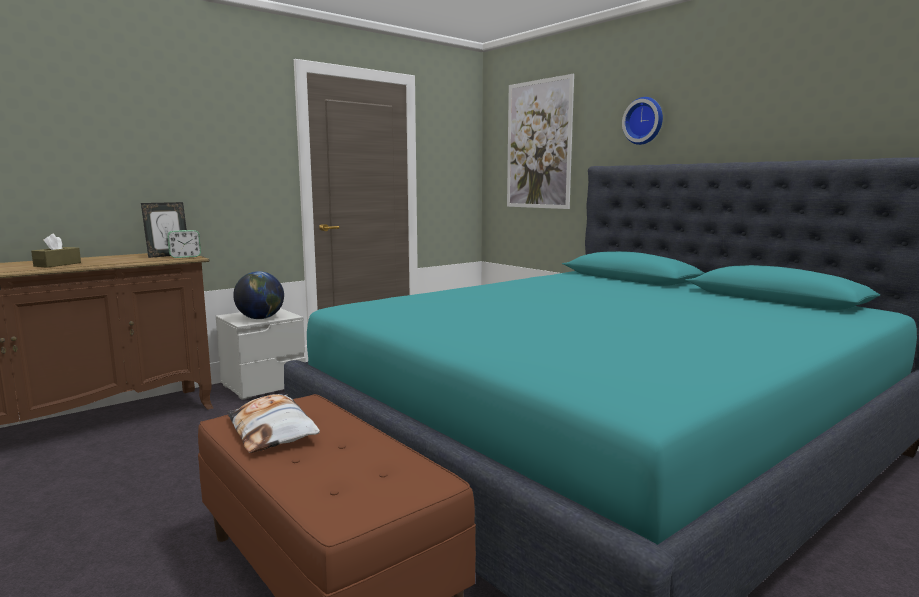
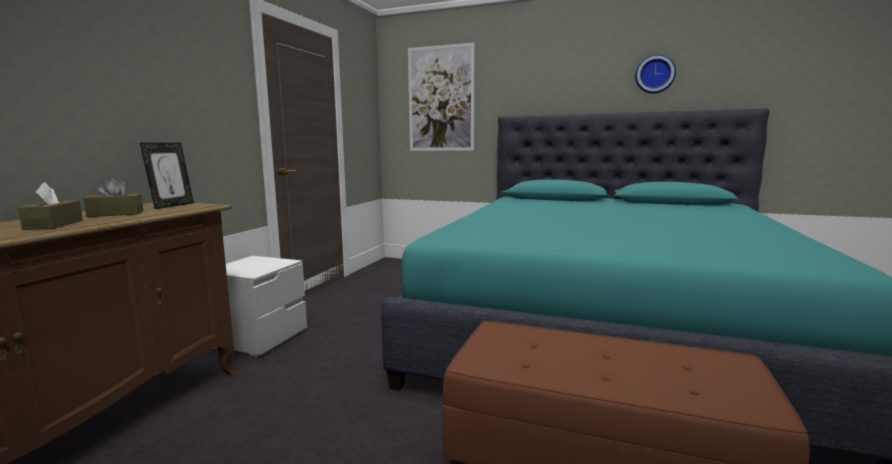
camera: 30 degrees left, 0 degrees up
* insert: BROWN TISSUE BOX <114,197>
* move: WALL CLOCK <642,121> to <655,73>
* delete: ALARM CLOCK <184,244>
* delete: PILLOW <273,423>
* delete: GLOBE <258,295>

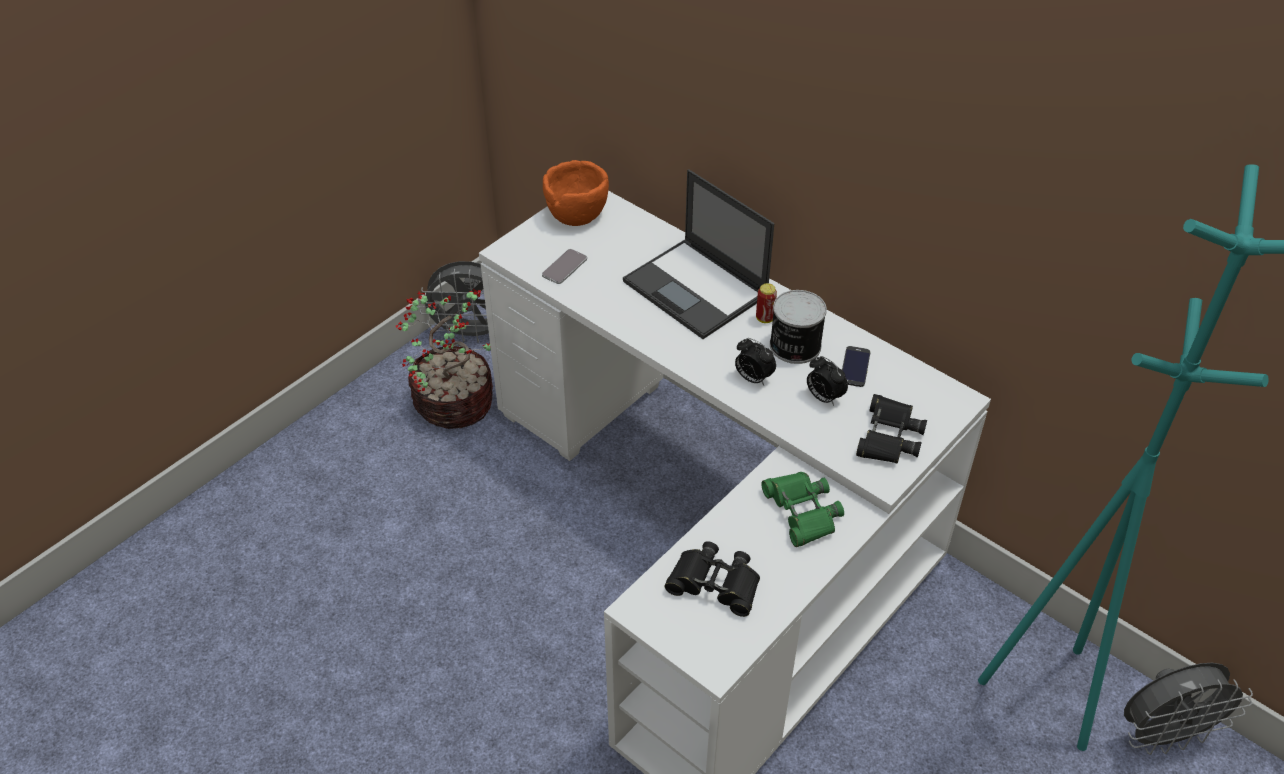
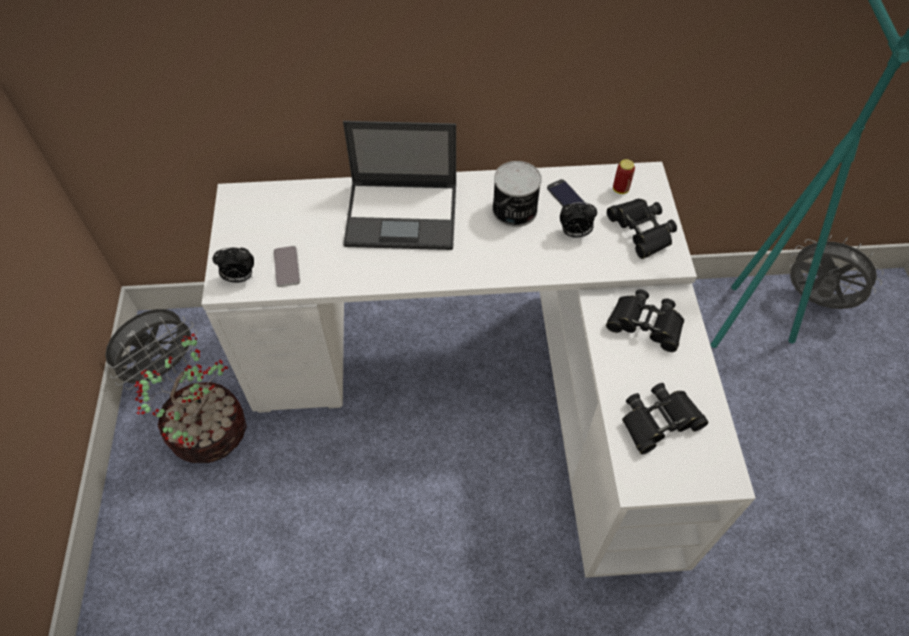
camera: 45 degrees left, 10 degrees up
* move: ALARM CLOCK <755,361> to <233,265>
* recolor: GREEN BINOCULARS <803,509> to BLACK BINOCULARS <645,320>
* move: CAN <766,303> to <624,176>
* rotate: GREY FAN <1188,709> = <837,272> 90 degrees counterclockwise
* delete: ORANGE BOWL <576,193>

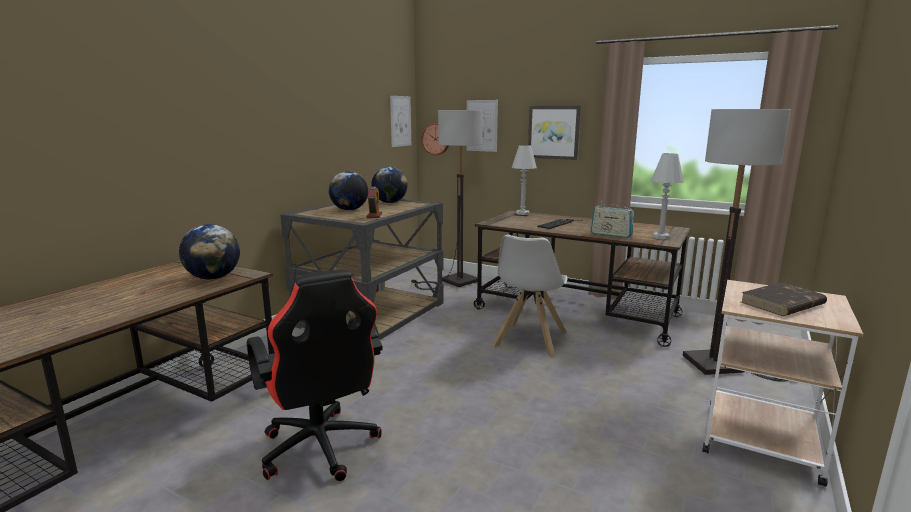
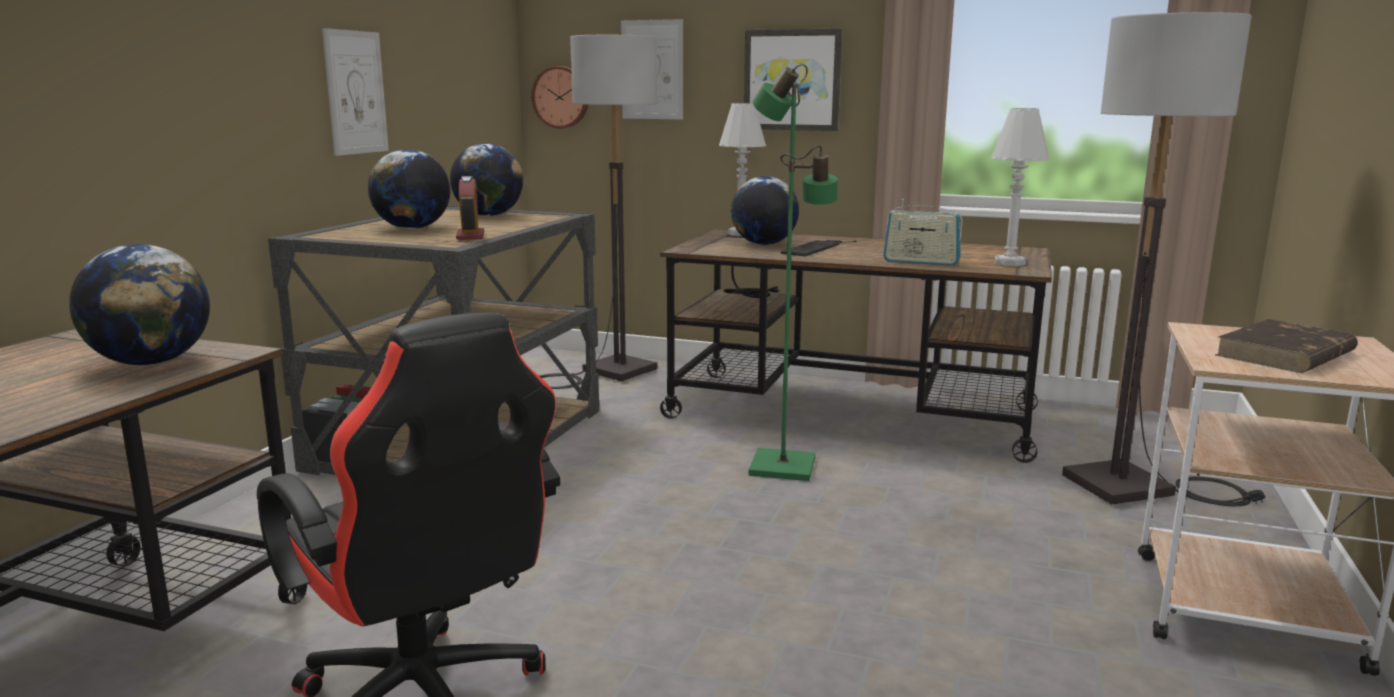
camera: 10 degrees left, 0 degrees up
* move: PICTURE <400,121> to <355,92>
* insert: GLOBE <765,210>
* replace: CHAIR <530,296> to GREEN FLOOR LAMP <793,272>

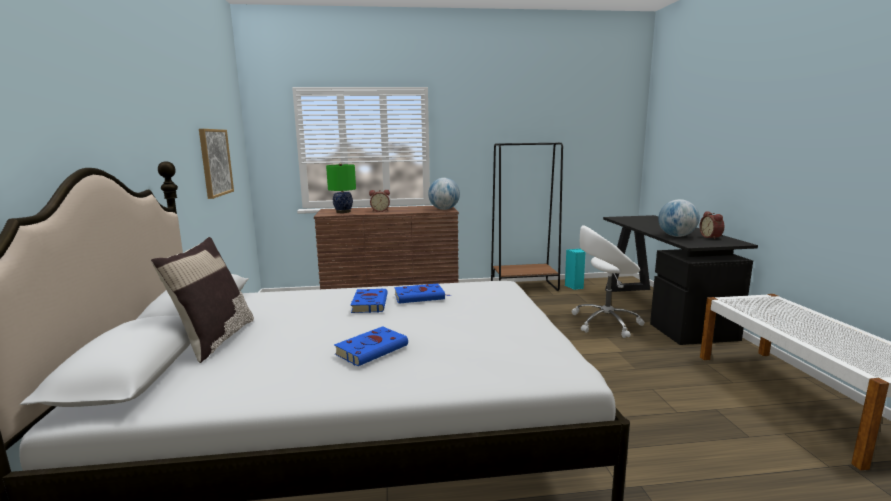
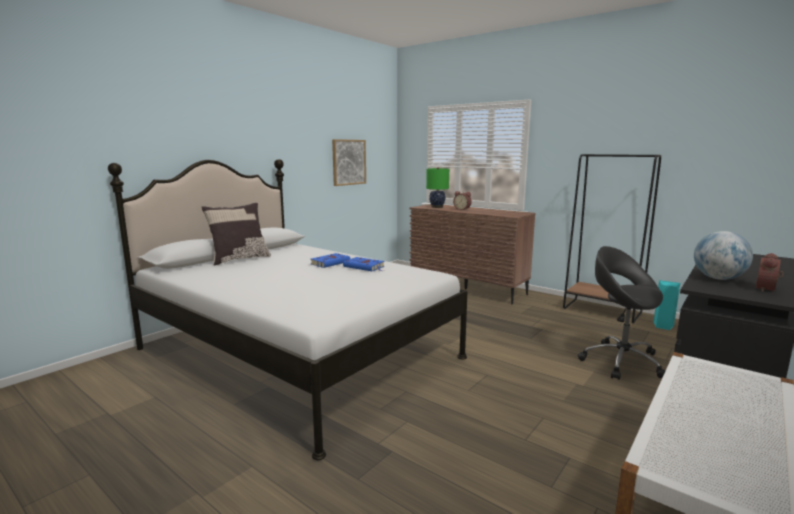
camera: 45 degrees right, 0 degrees up
* recolor: WHITE OFFICE CHAIR <608,281> to BLACK OFFICE CHAIR <621,313>
* delete: BLUE BOOK <371,346>
* delete: GLOBE <444,194>

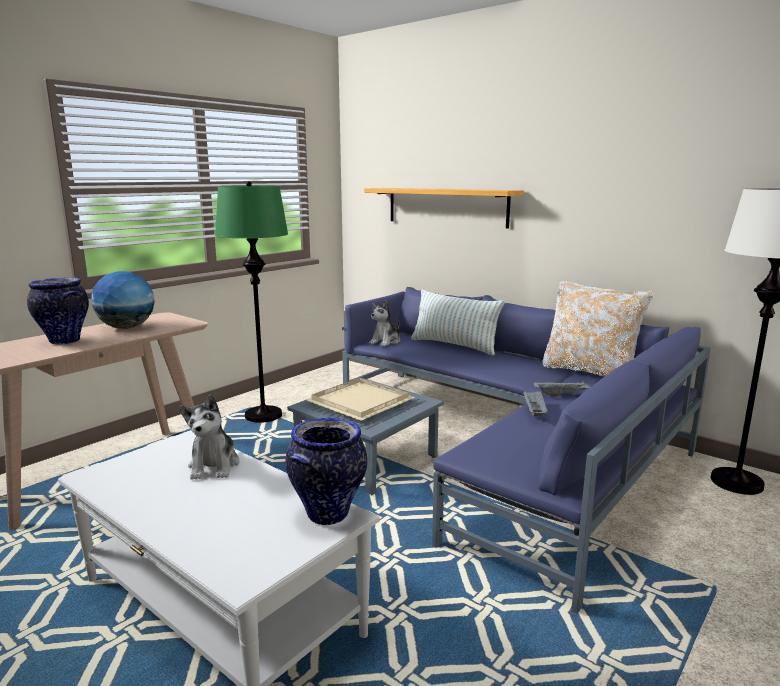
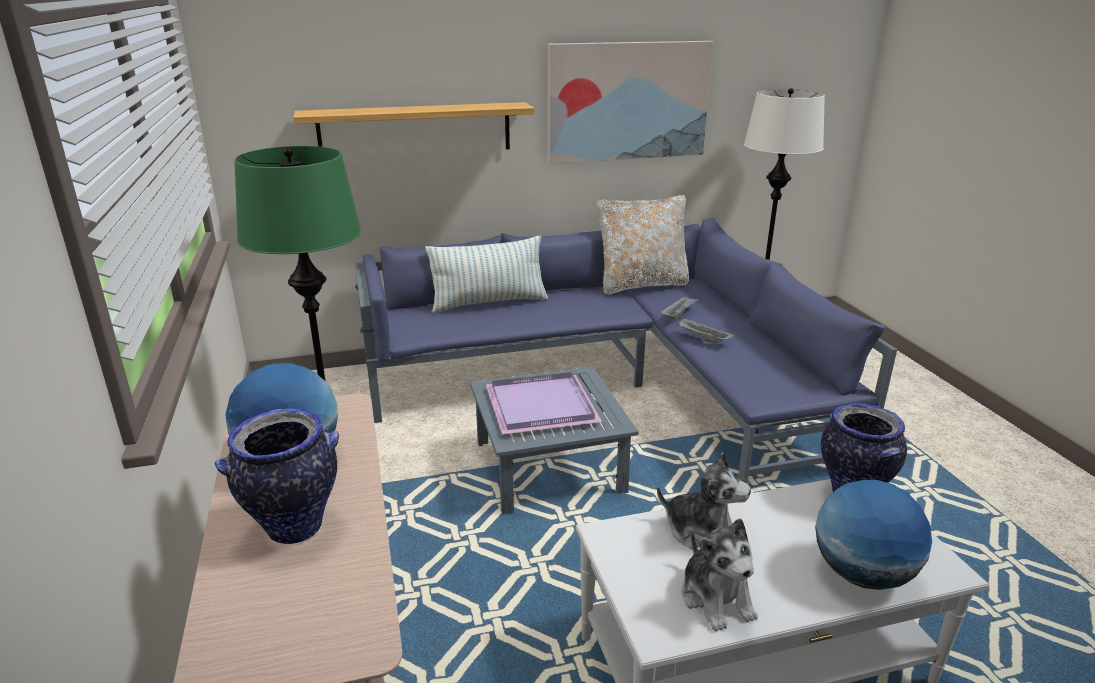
camera: 55 degrees left, 10 degrees up
* recolor: BEIGE TRAY <360,399> to PURPLE TRAY <544,403>
* insert: PICTURE <630,102>
* move: PLUSH TOY <384,323> to <719,575>
* insert: GLOBE <873,535>

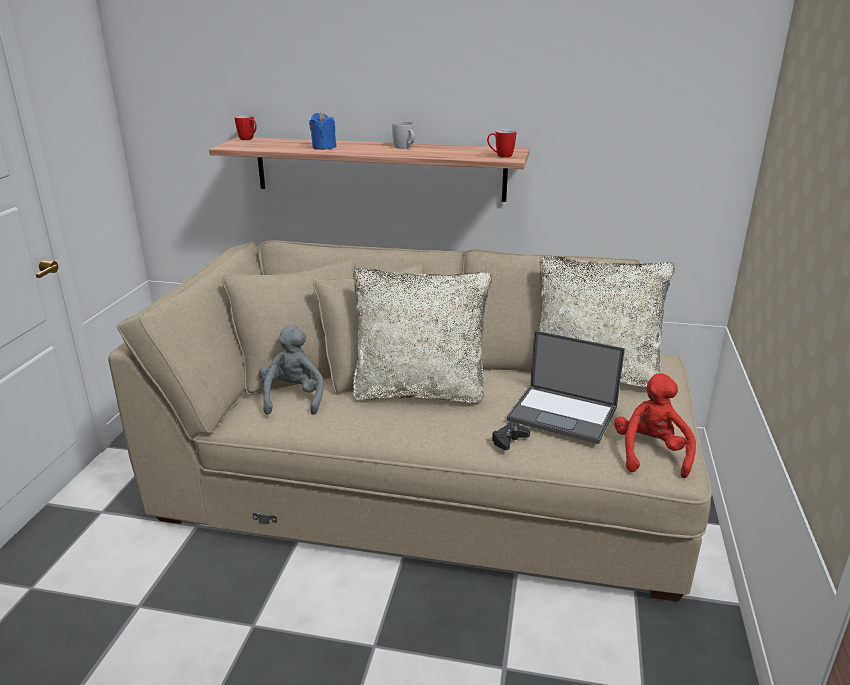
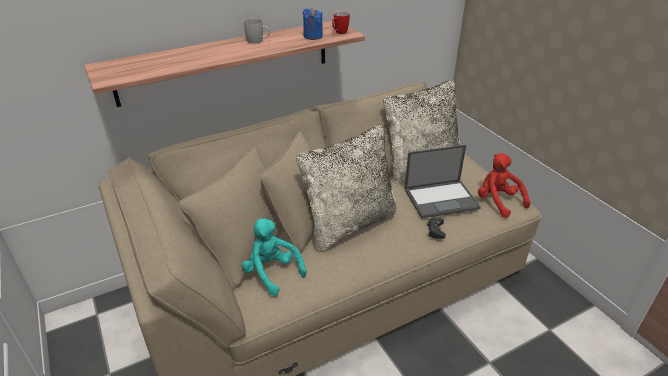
camera: 40 degrees left, 10 degrees up
* recolor: GREY PLUSH TOY <291,370> to TURQUOISE PLUSH TOY <274,257>
* move: BLUE CANDLE <322,131> to <313,24>
* delete: MUG <245,127>

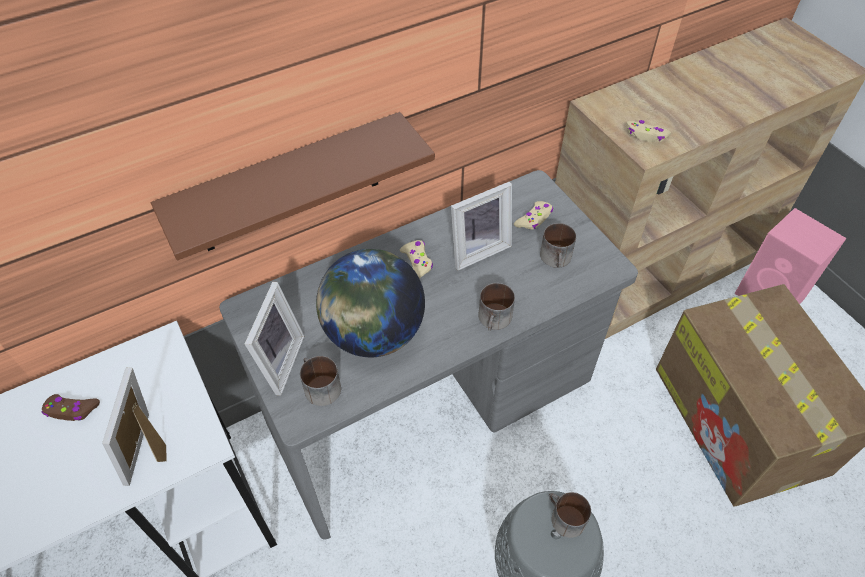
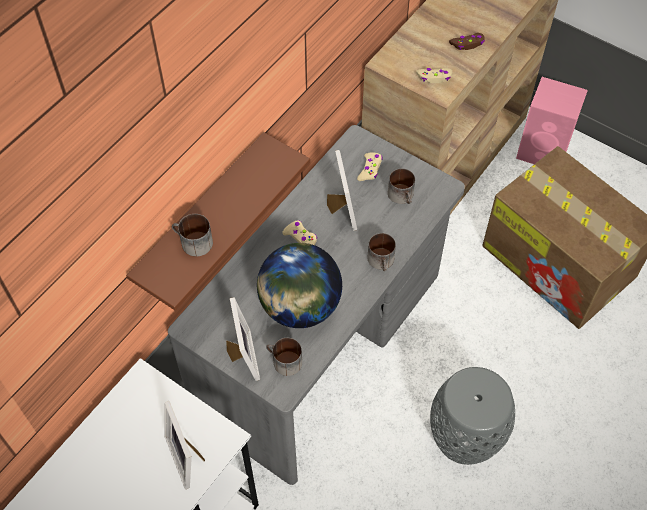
camera: 25 degrees left, 5 degrees up
* move: MUG <570,515> to <192,235>
* rotate: PICTURE FRAME <481,226> = <342,190> 45 degrees counterclockwise
* move: BROWN GAME CONTROLLER <71,407> to <467,41>

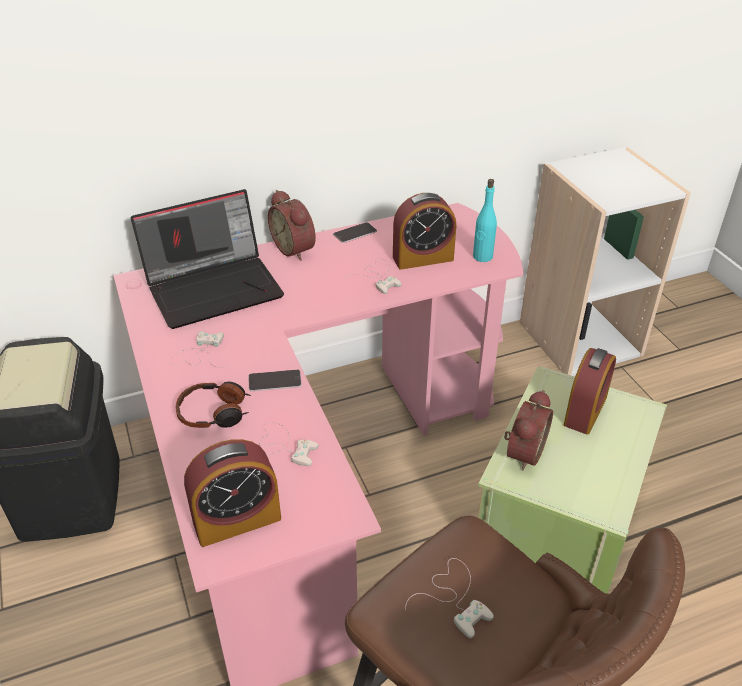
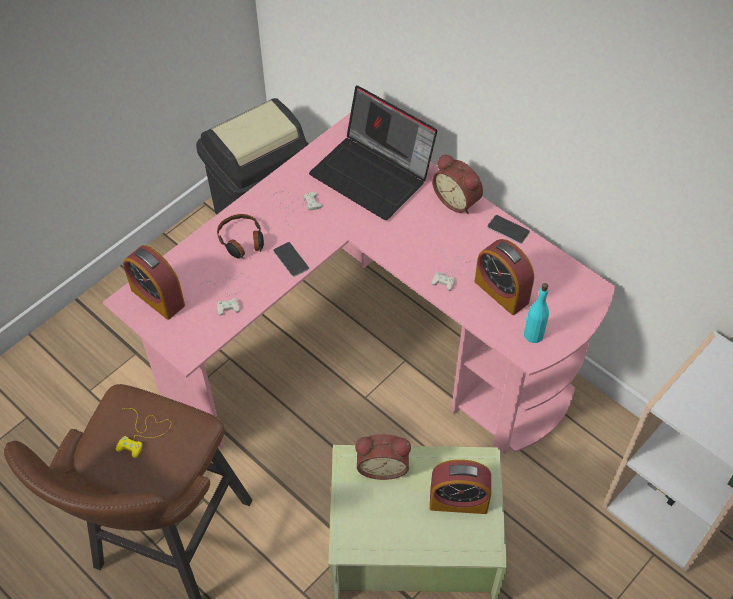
camera: 65 degrees right, 15 degrees up
* recolor: WHITE GAME CONTROLLER <449,598> to YELLOW GAME CONTROLLER <143,433>
* rotate: ALARM CLOCK <292,225> = <457,184> 75 degrees counterclockwise

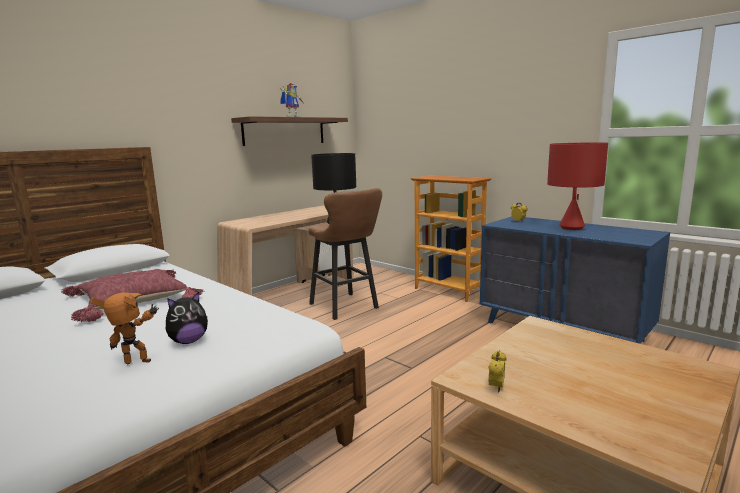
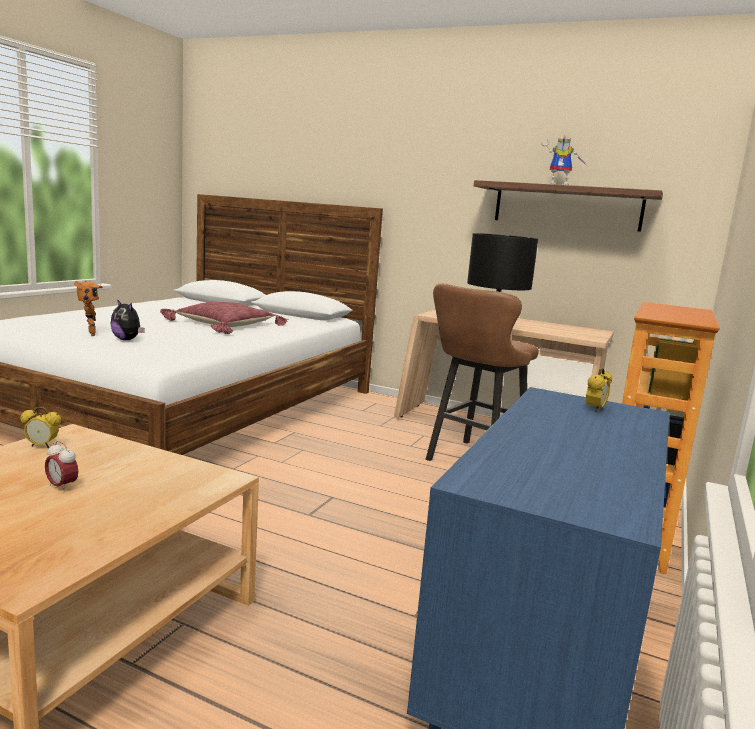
camera: 70 degrees right, 0 degrees up
* insert: ALARM CLOCK <61,467>
* delete: RED TABLE LAMP <577,186>

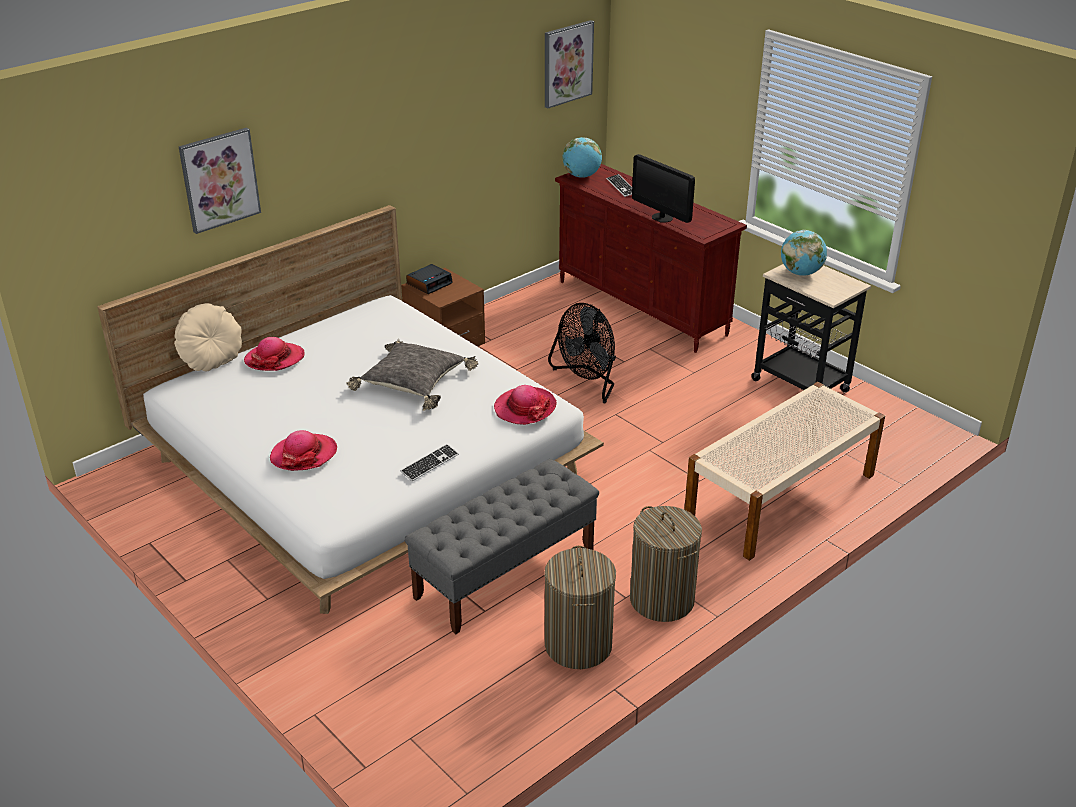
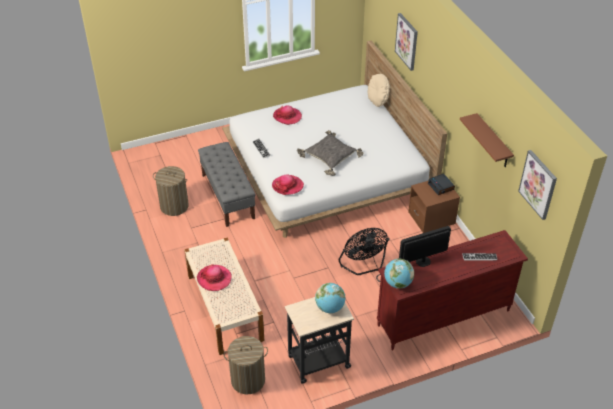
camera: 110 degrees right, 10 degrees up
* move: HAT <274,354> to <214,277>
* move: LAUNDRY BASKET <666,564> to <246,365>
* move: GLOBE <582,157> to <399,274>
* insert: BROWN SHELF <487,140>

